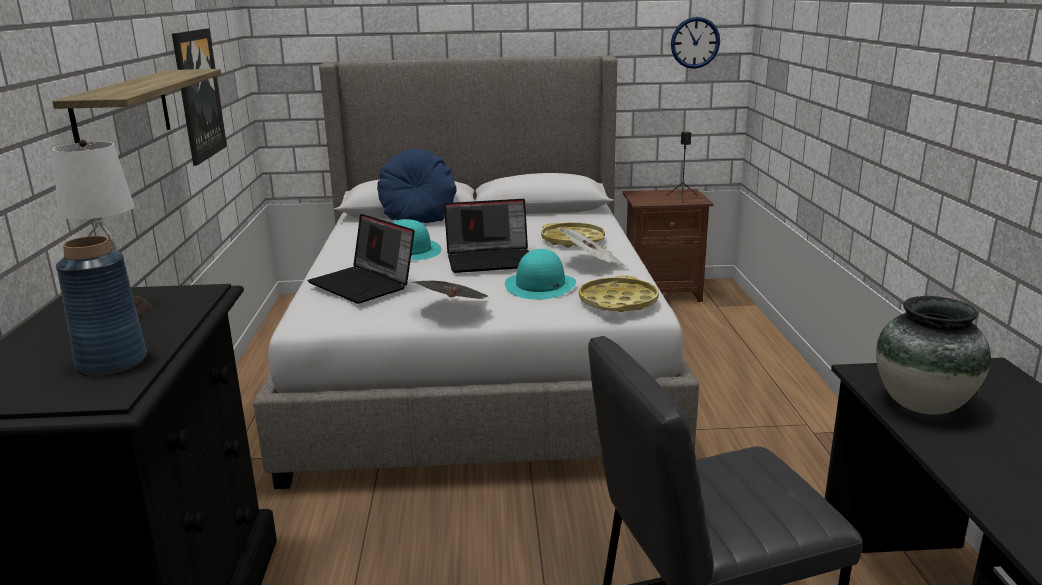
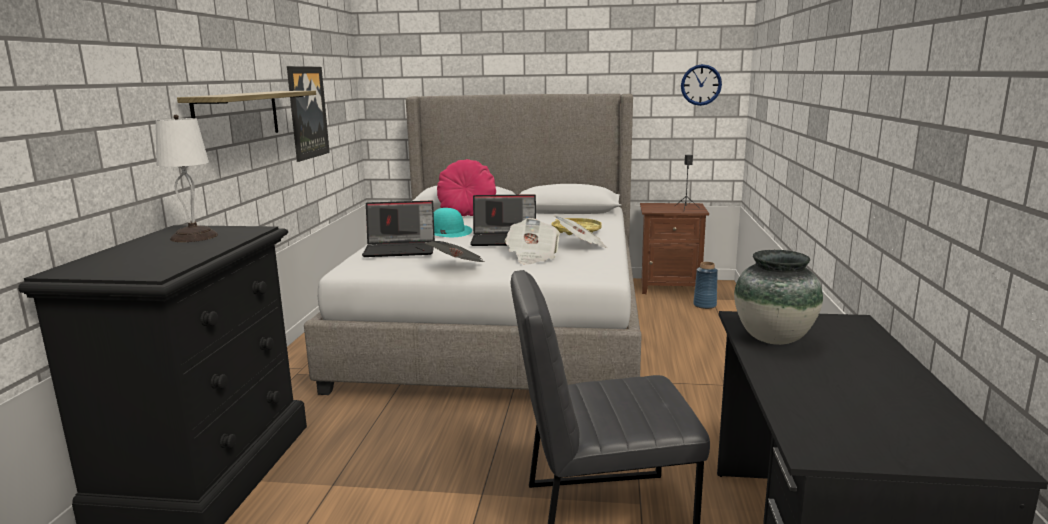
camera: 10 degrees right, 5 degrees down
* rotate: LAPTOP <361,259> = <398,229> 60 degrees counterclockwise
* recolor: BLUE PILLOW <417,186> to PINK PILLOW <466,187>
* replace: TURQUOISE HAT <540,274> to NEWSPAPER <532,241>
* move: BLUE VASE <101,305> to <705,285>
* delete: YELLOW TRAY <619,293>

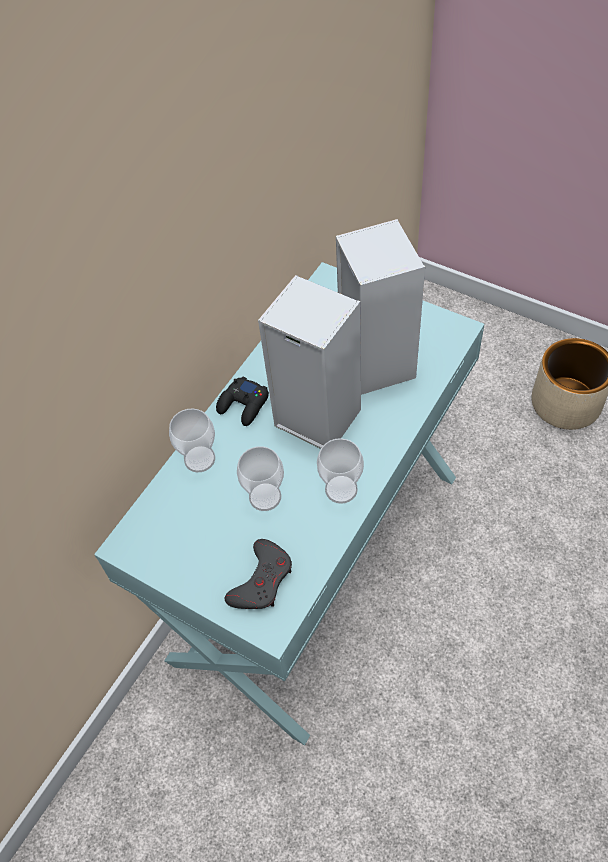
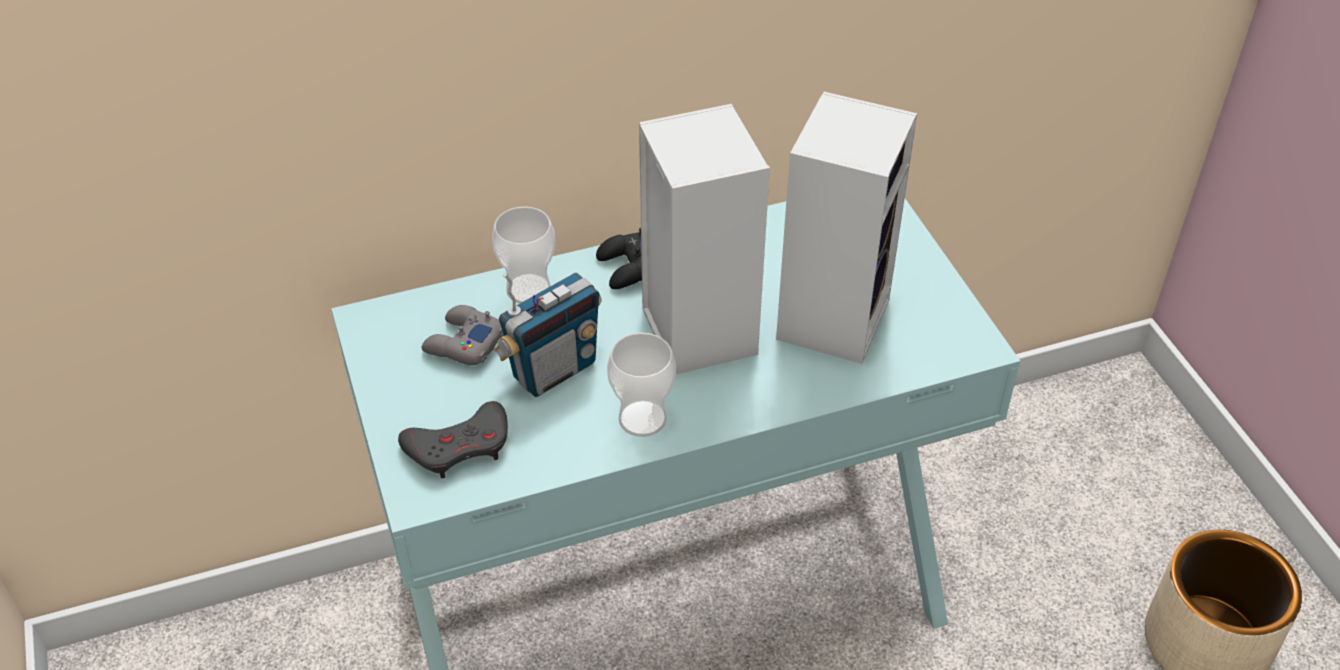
camera: 35 degrees right, 10 degrees down
* insert: GREY GAME CONTROLLER <462,335>
* replace: CUP <260,478> to RADIO <548,334>

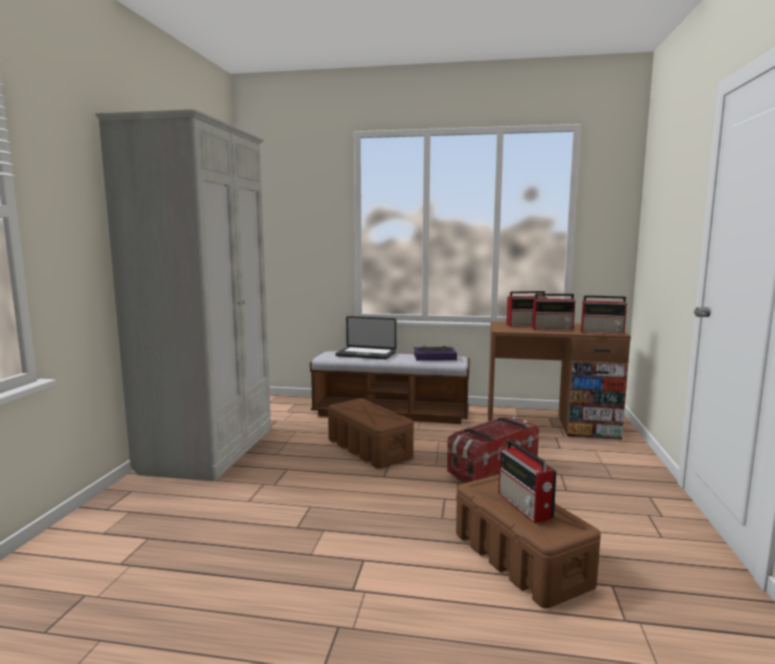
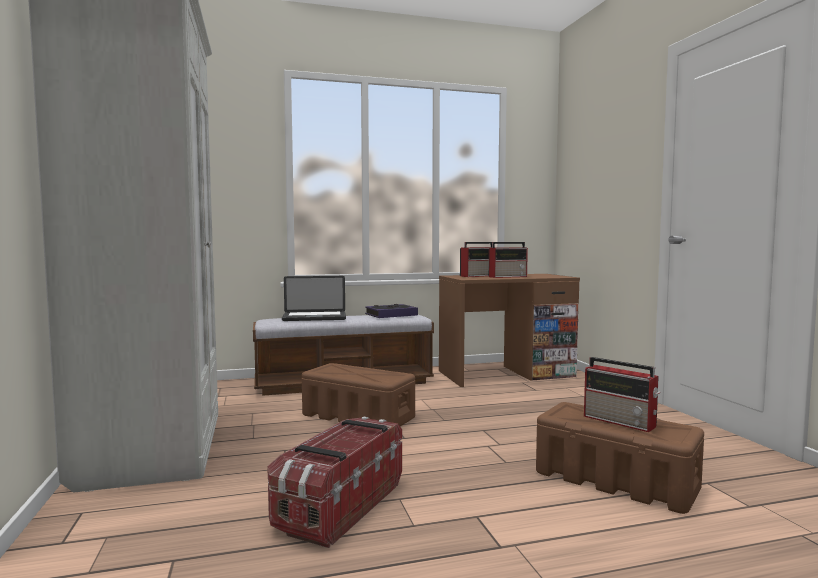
camera: 25 degrees left, 5 degrees down
* move: STORAGE BOX <493,450> to <334,482>
* delete: RADIO <604,315>

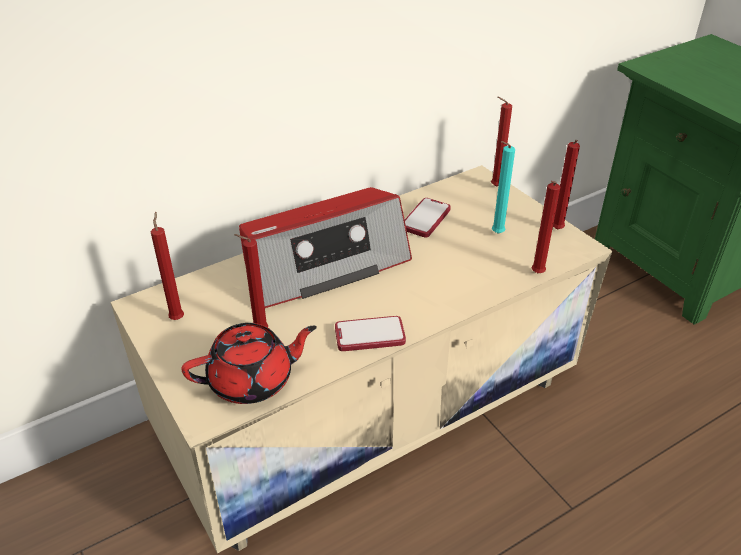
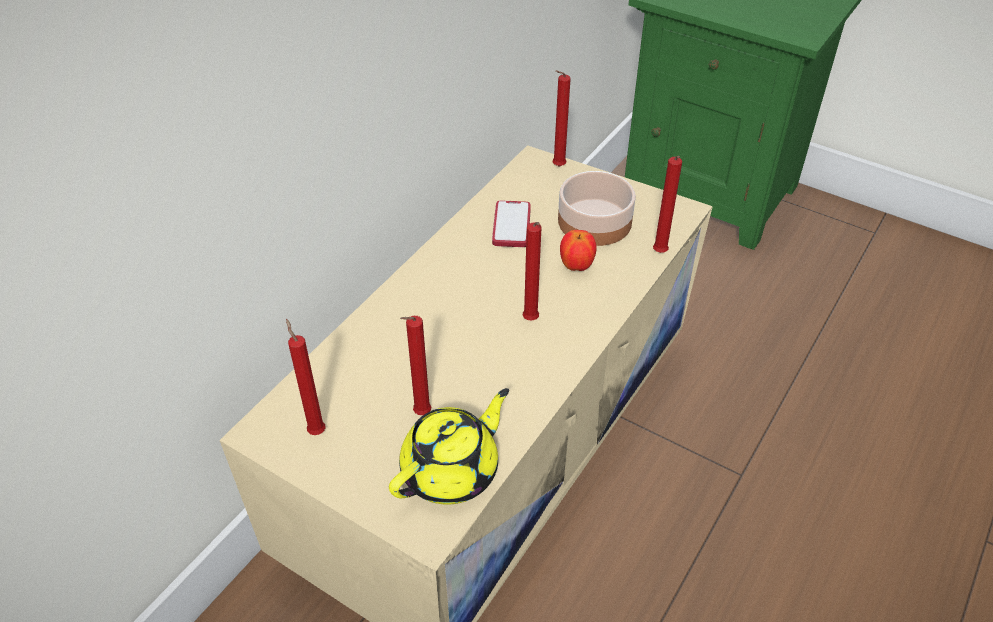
camera: 25 degrees left, 5 degrees up
* recolor: RED TEAPOT <249,363> to YELLOW TEAPOT <449,446>
* move: RED CANDLE <566,184> to <532,271>
* replace: TURQUOISE CANDLE <503,187> to BOWL <597,208>
* insert: APPLE <578,250>
* delete: RADIO <325,247>
* delete: PHONE <370,333>

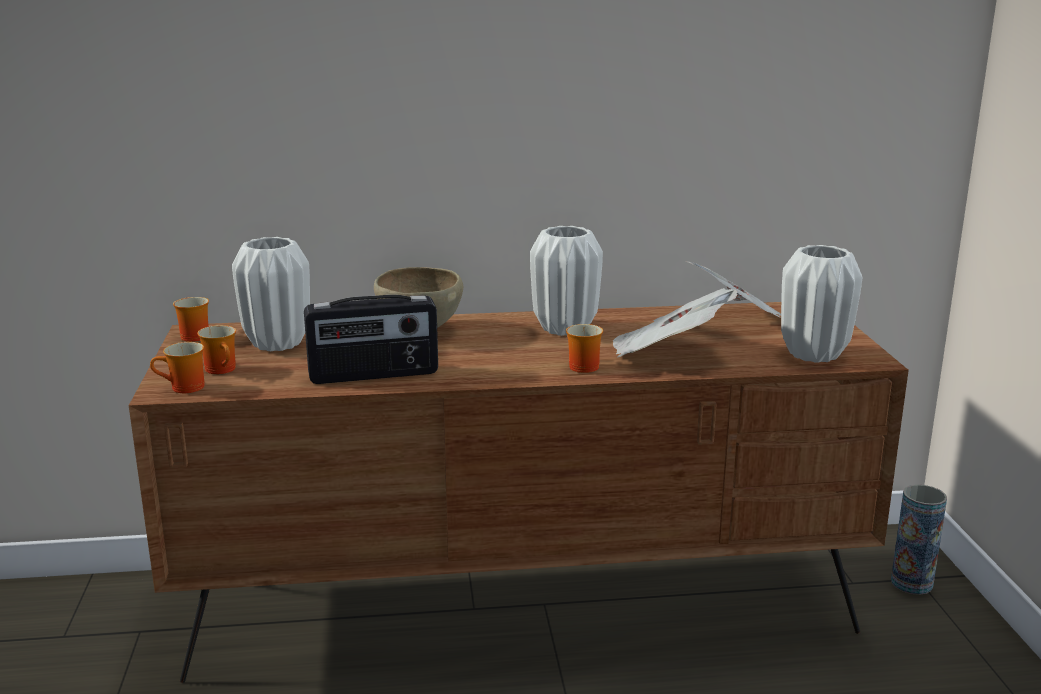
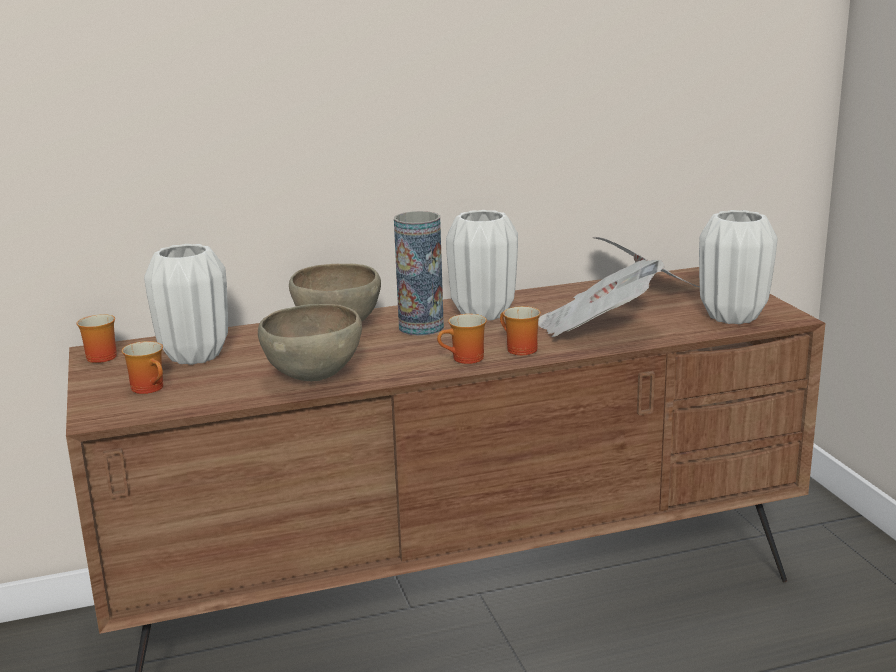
camera: 10 degrees left, 0 degrees up
* replace: RADIO <371,339> to BROWN BOWL <310,342>
* move: VASE <919,540> to <419,273>
* move: MUG <177,367> to <462,339>

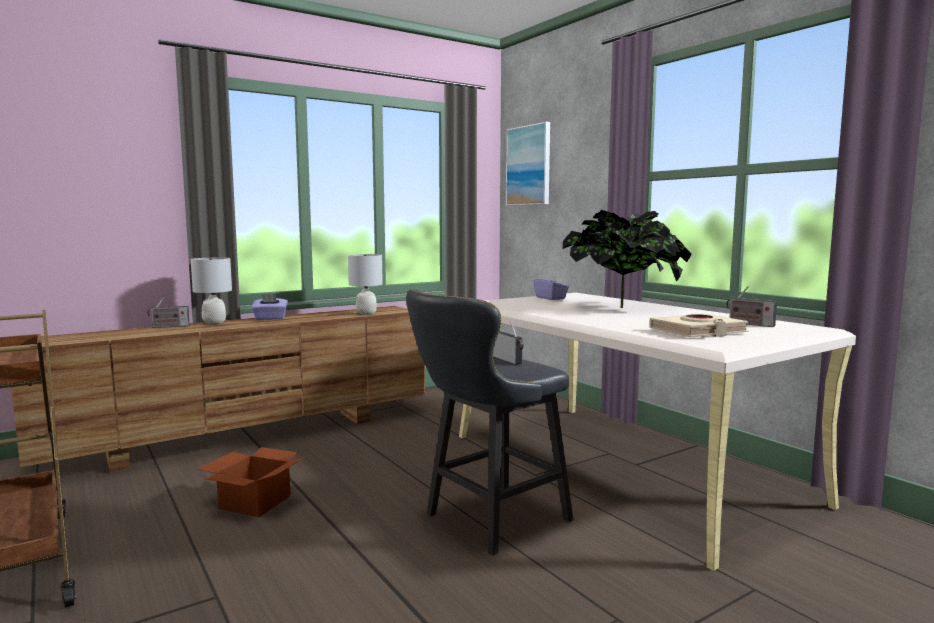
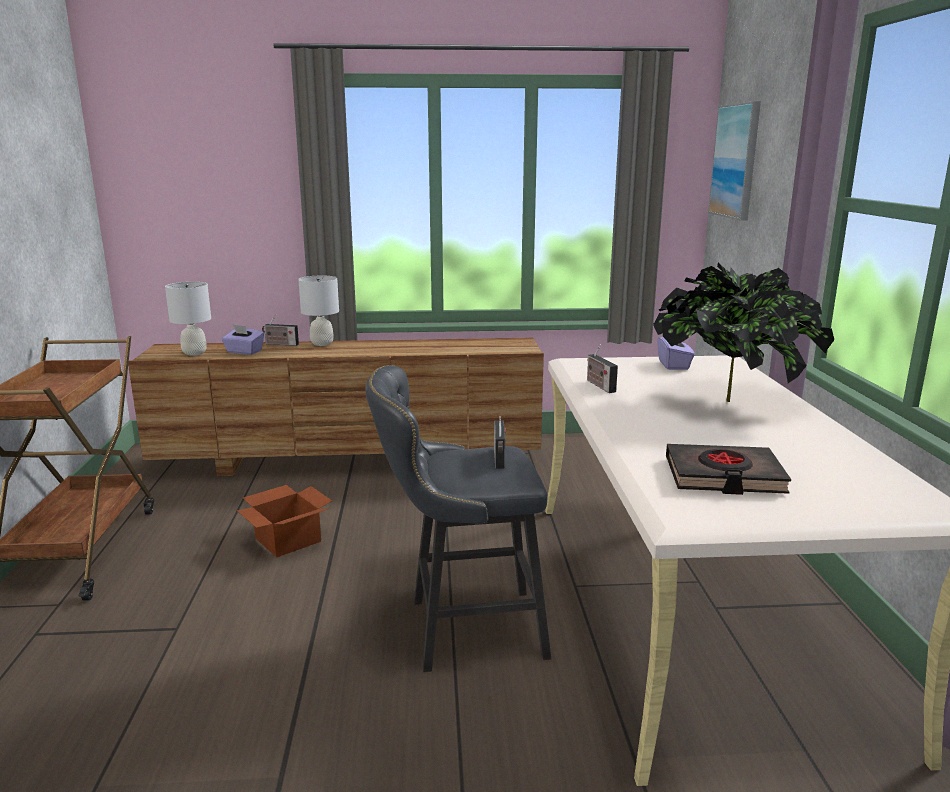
camera: 30 degrees right, 10 degrees up
* move: GREY TABLE LAMP <365,284> to <188,319>
* move: PURPLE TISSUE BOX <270,307> to <243,340>
* move: RADIO <751,306> to <602,368>
* recolor: BEIGE BOOK <699,326> to BLACK BOOK <728,469>

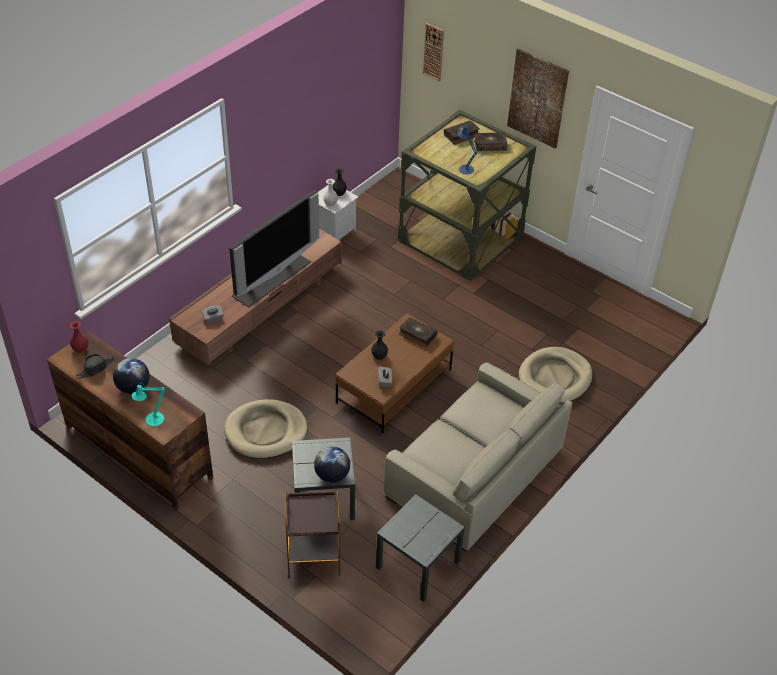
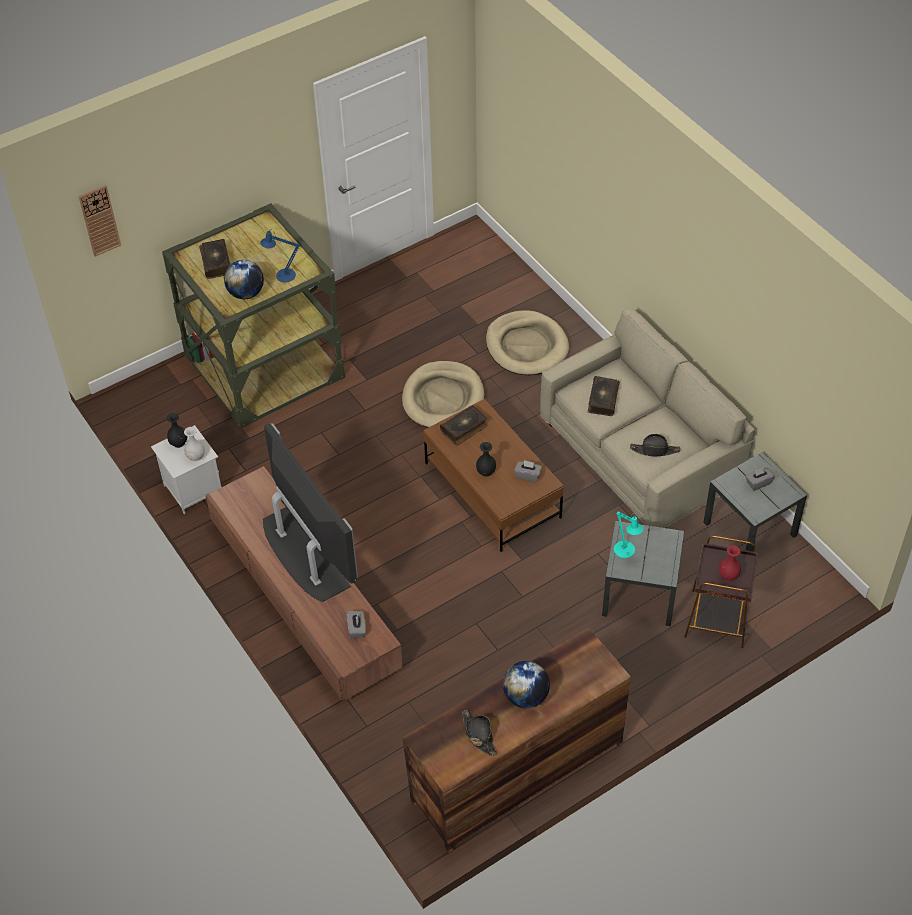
camera: 70 degrees left, 5 degrees up
* move: GLOBE <332,465> to <244,279>
* move: BEIGE DOG BED <266,429> to <443,394>
* move: BOOK <491,141> to <604,396>
* move: TURQUOISE TABLE LAMP <148,404> to <628,535>
* insert: BLACK HAT <655,445>
* move: RED VASE <79,337> to <730,563>
* insert: GREY TISSUE BOX <760,479>
* delete: PICTURE <538,99>

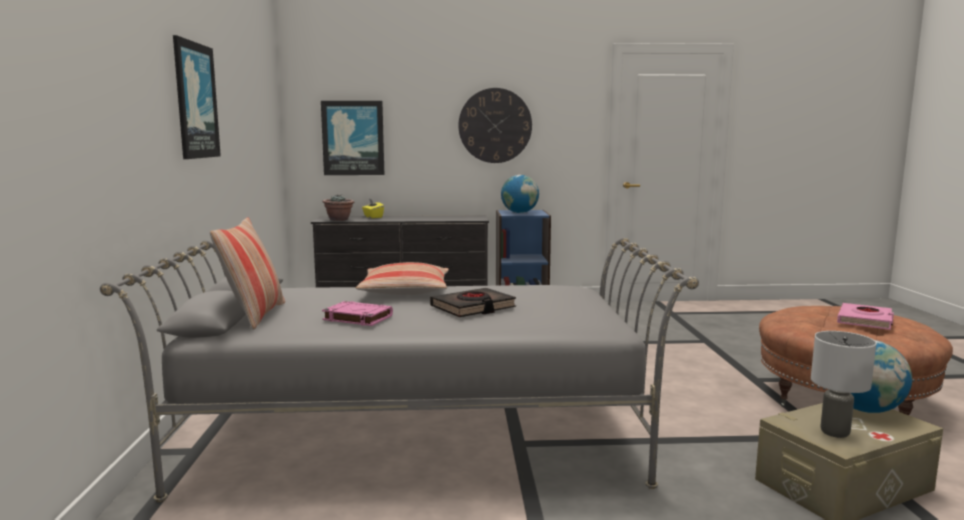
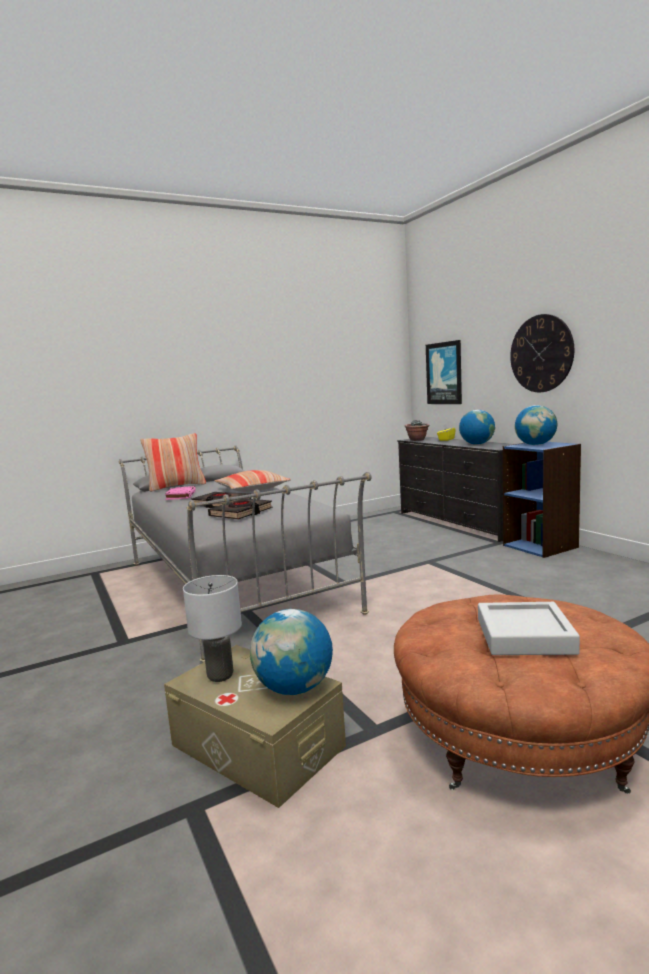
camera: 65 degrees right, 0 degrees up
* insert: BLACK BOOK <240,509>
* insert: GLOBE <477,427>
* replace: PINK BOOK <865,316> to GREY TRAY <529,628>
* delete: PICTURE <197,97>

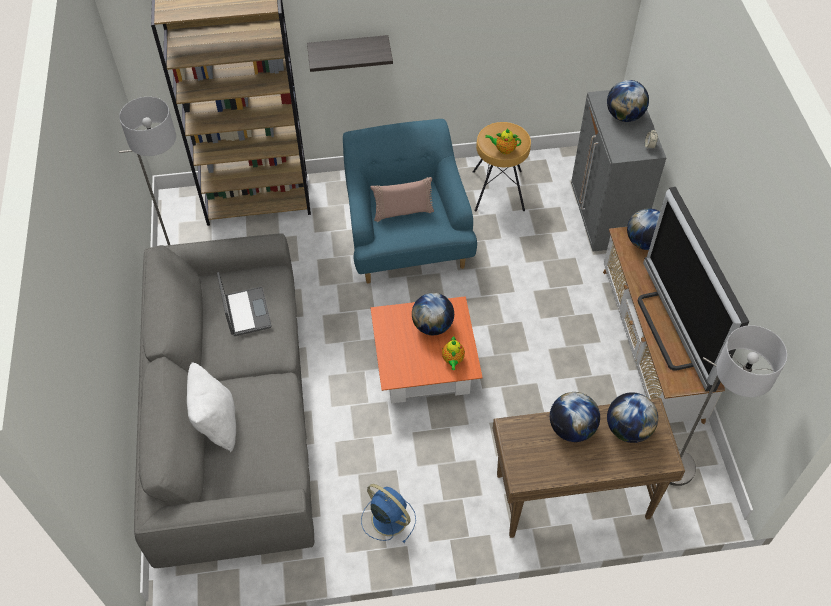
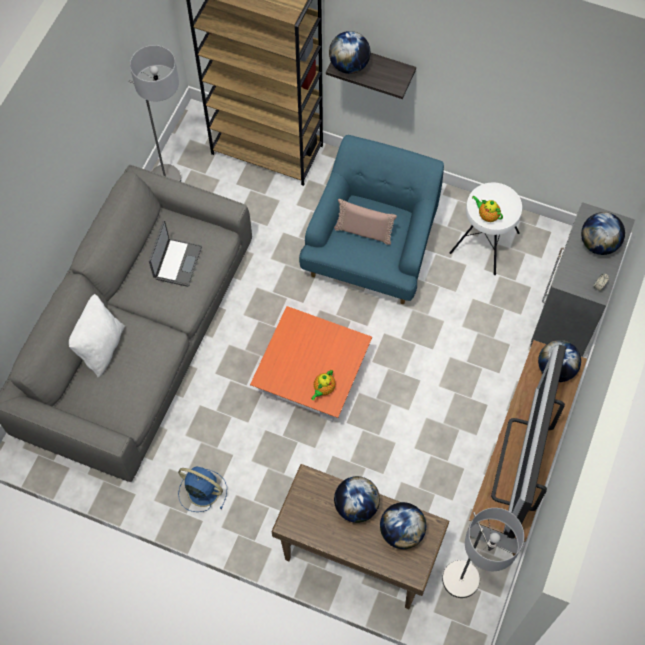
camera: 30 degrees right, 10 degrees up
* rotate: BLUE FAN <388,514> = <202,489> 45 degrees counterclockwise
* move: GLOBE <433,314> to <349,52>
* recolor: BROWN STOOL <502,166> to WHITE STOOL <486,229>

